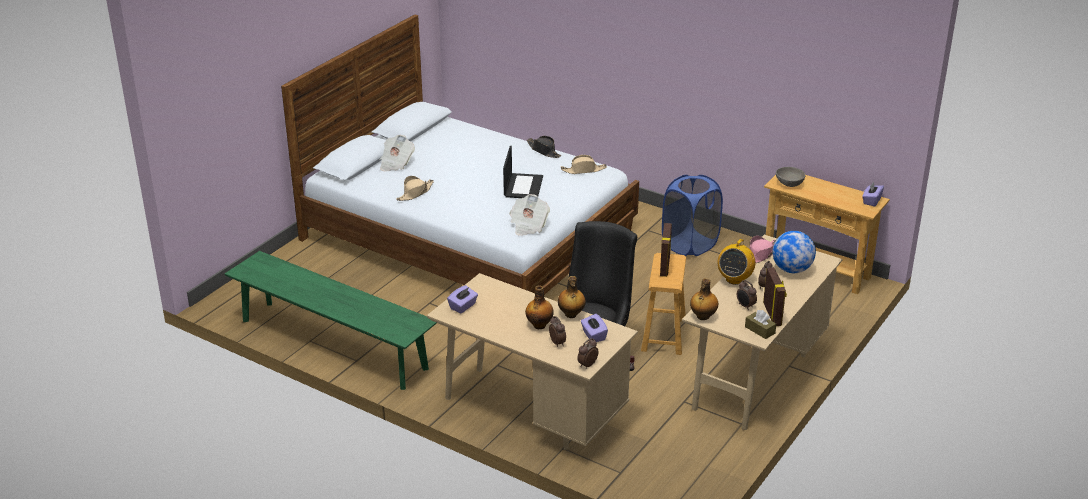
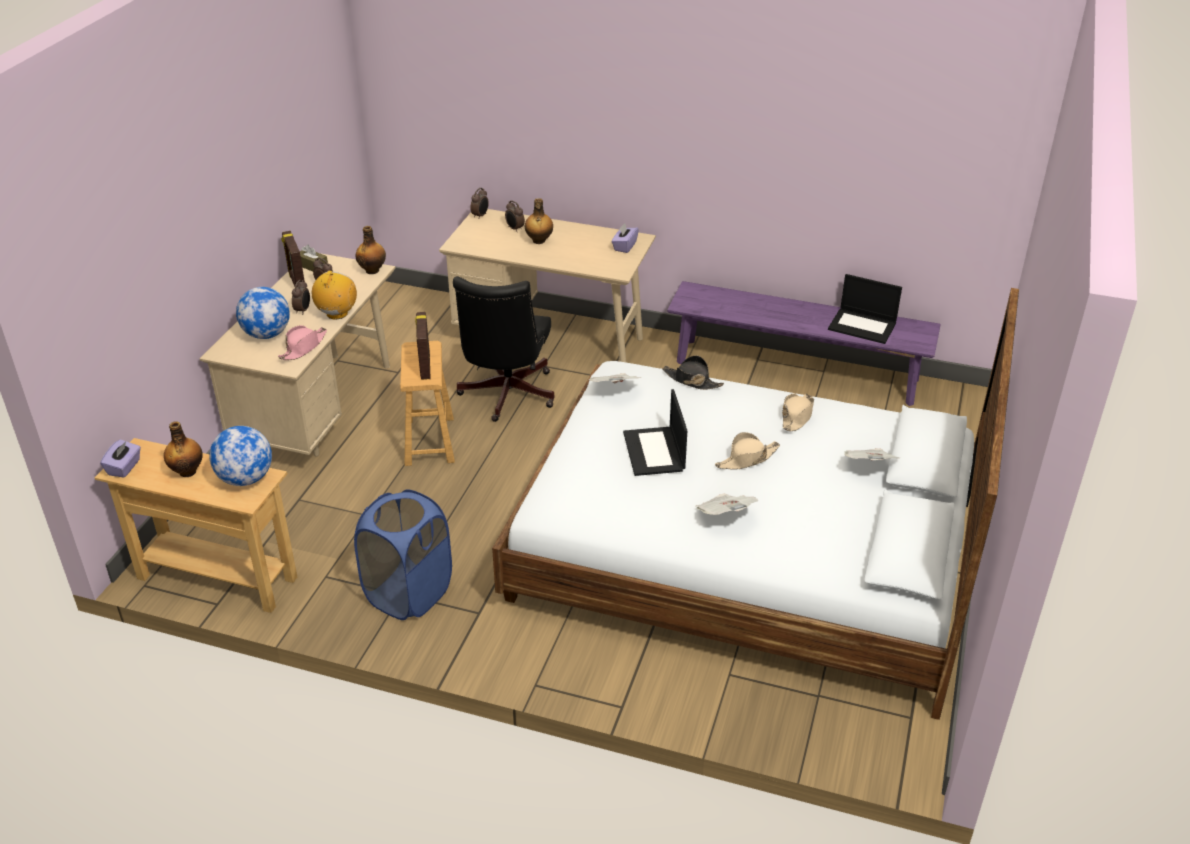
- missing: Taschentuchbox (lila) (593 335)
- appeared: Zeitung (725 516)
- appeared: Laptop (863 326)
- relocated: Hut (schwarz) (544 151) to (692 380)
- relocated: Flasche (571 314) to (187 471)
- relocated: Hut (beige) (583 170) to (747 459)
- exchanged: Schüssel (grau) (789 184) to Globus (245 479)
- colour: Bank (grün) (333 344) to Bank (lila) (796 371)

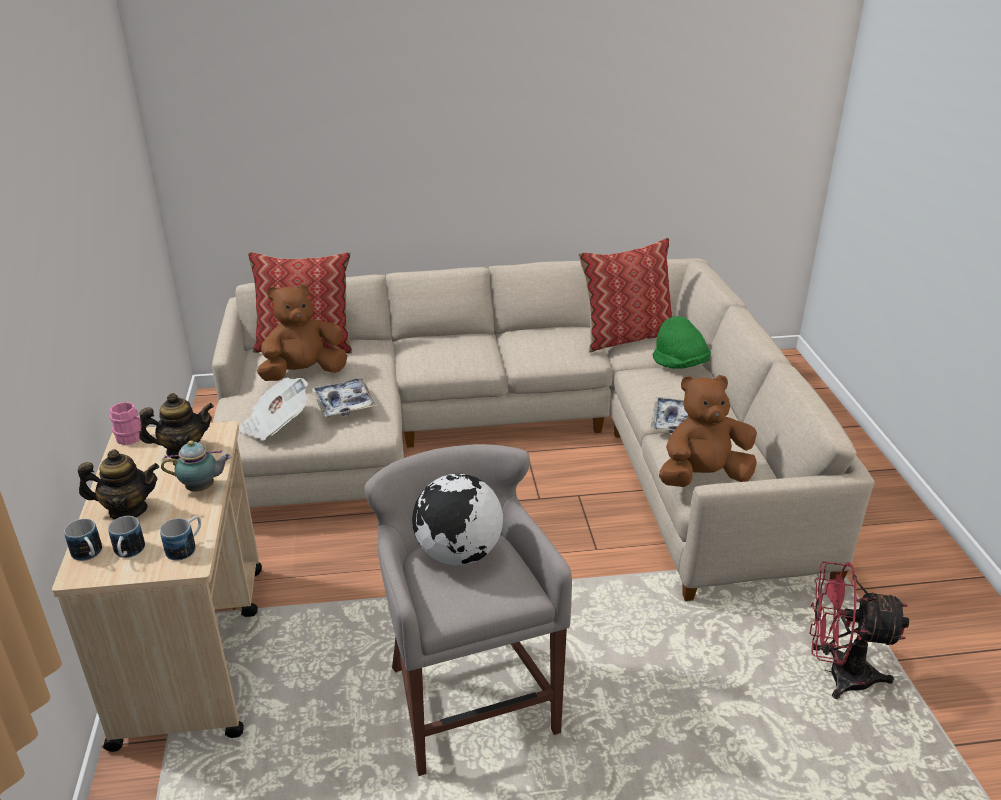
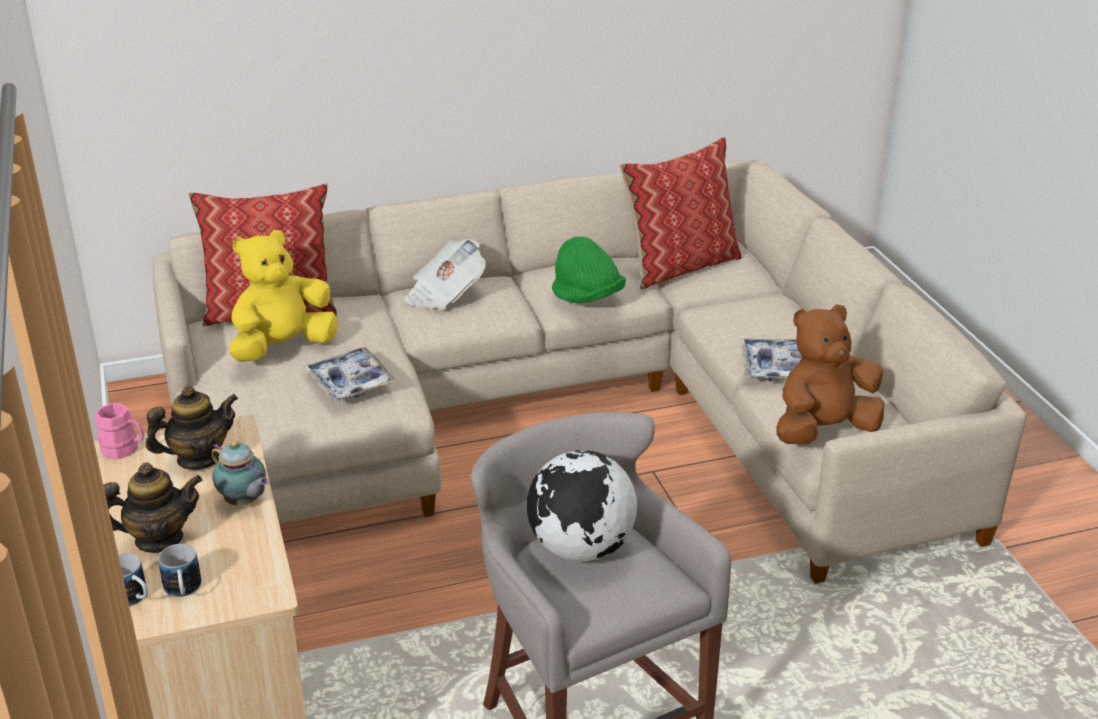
- missing: Henkelbecher (186 547)
- missing: Ventilator (rot) (837 674)
- relocated: Zeitung (276 425) to (444 294)
- relocated: Hut (grün) (680 365) to (587 297)
- colour: Plüschtier (braun) (303 373) to Plüschtier (gelb) (283 348)
- spun: Teekanne (202 488) = (244 502) 60 degrees clockwise

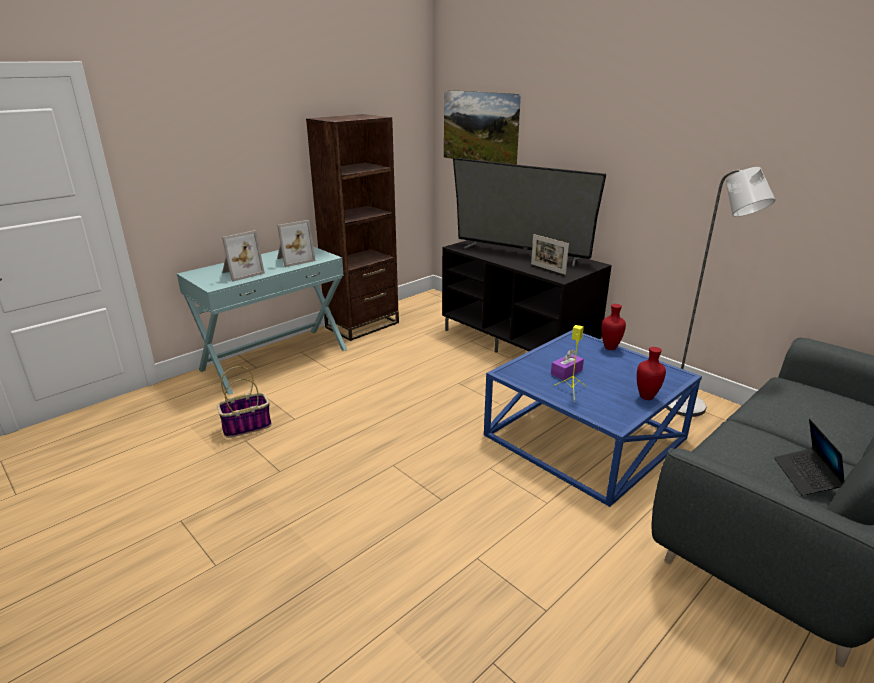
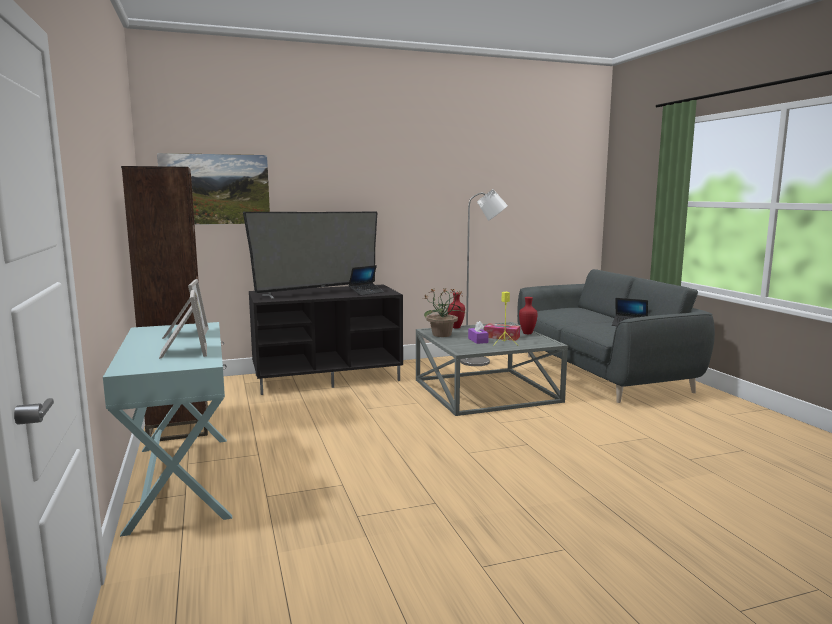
- missing: Korb (247 426)
- appeared: Topfpflanze (442 335)
- appeared: Taschentuchbox (501 337)
- exchanged: Bilderrahmen (548 269) to Laptop (366 292)
- colour: Couchtisch (blau) (585 437) to Couchtisch (grau) (486 390)

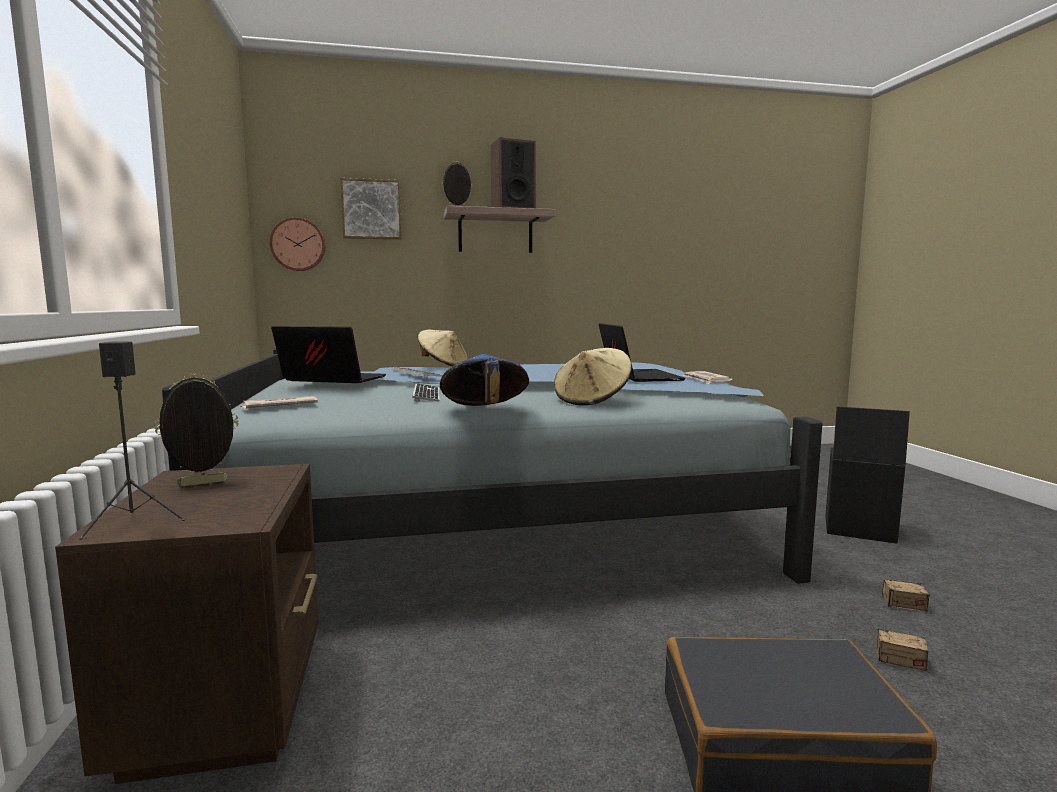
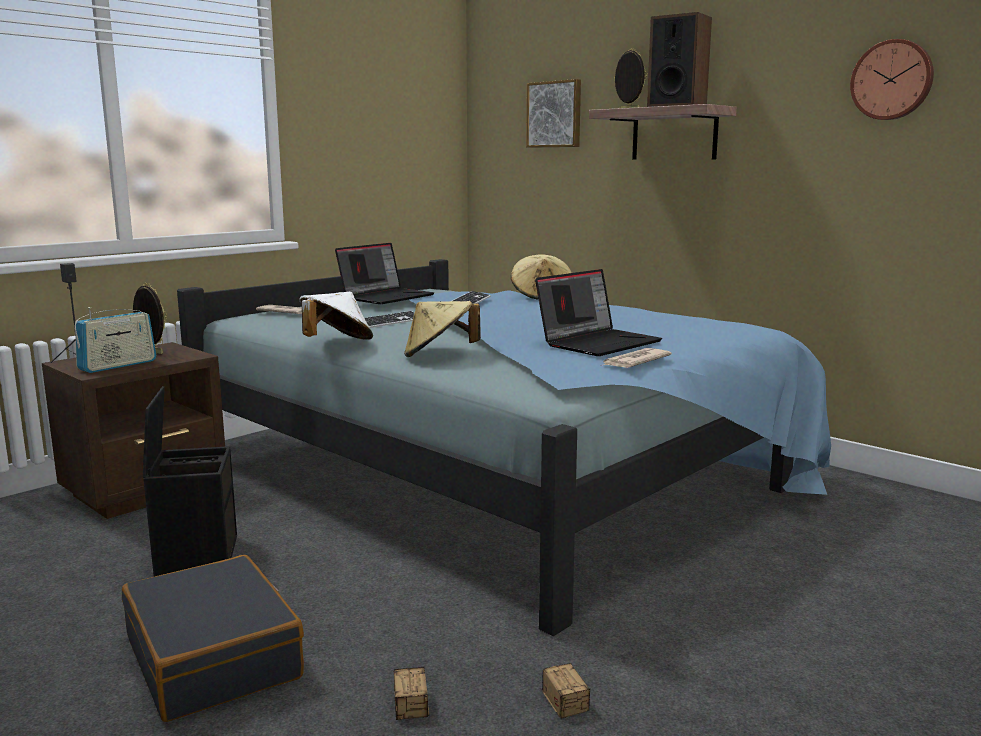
- appeared: Radio (118 365)
- relocated: Wanduhr (298 244) to (892 80)
- relocated: Aufbewahrungsbox (schwarz) (857 529) to (196 554)
- colour: Hut (blau) (484 411) to Hut (weiß) (336 343)
- spun: Laptop (330 380) = (386 297) 60 degrees clockwise

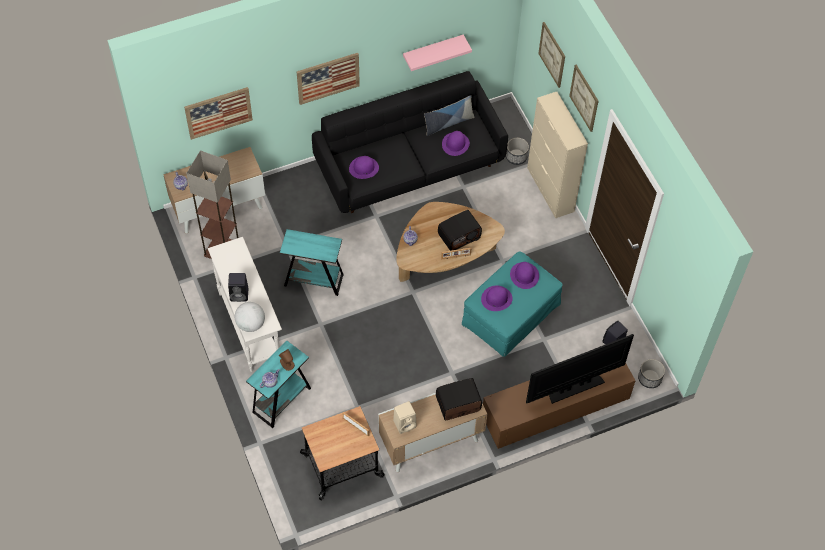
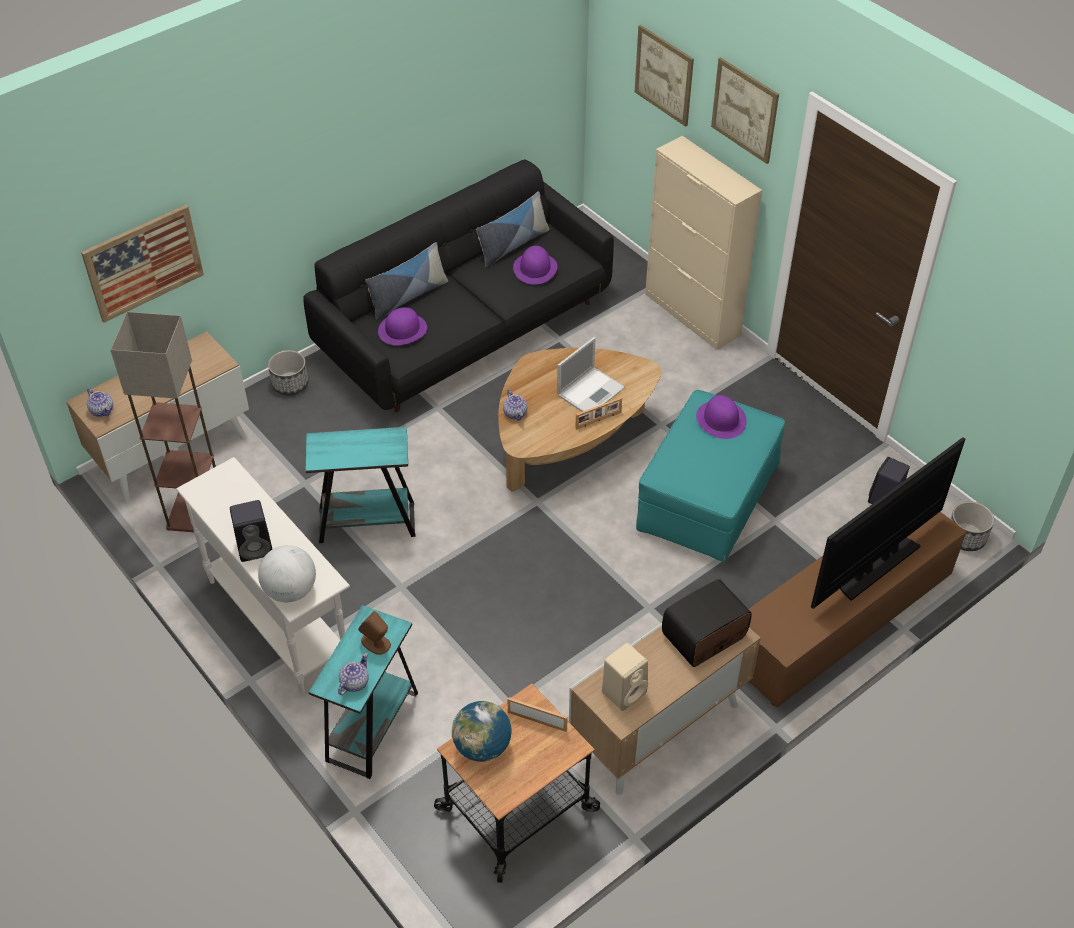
- missing: Bild (328 78)
- missing: Wandregal (rosa) (433 50)
- missing: Hut (lila) (496 299)
- appeared: Kissen (408 297)
- appeared: Globus (482 746)
- relocated: Pflanzkübel (516 156) to (290 384)
- exchanged: Radio (459 236) to Laptop (591 391)

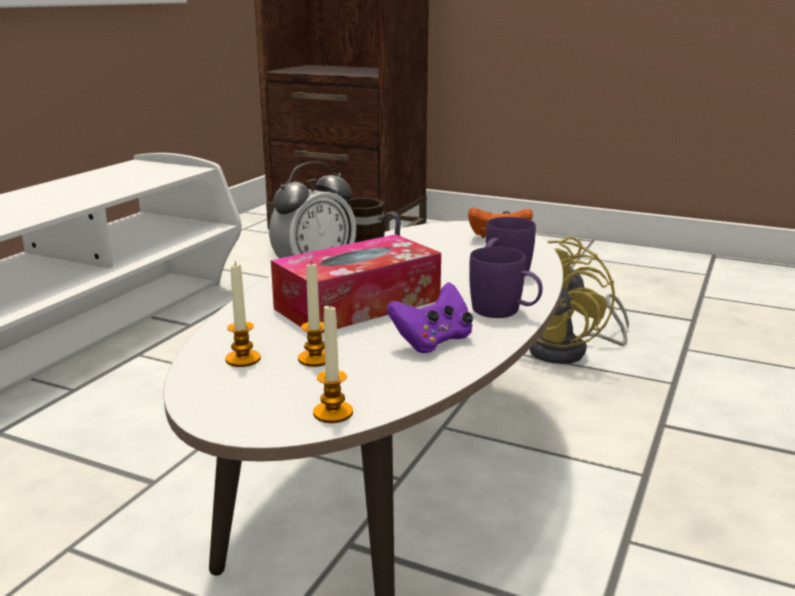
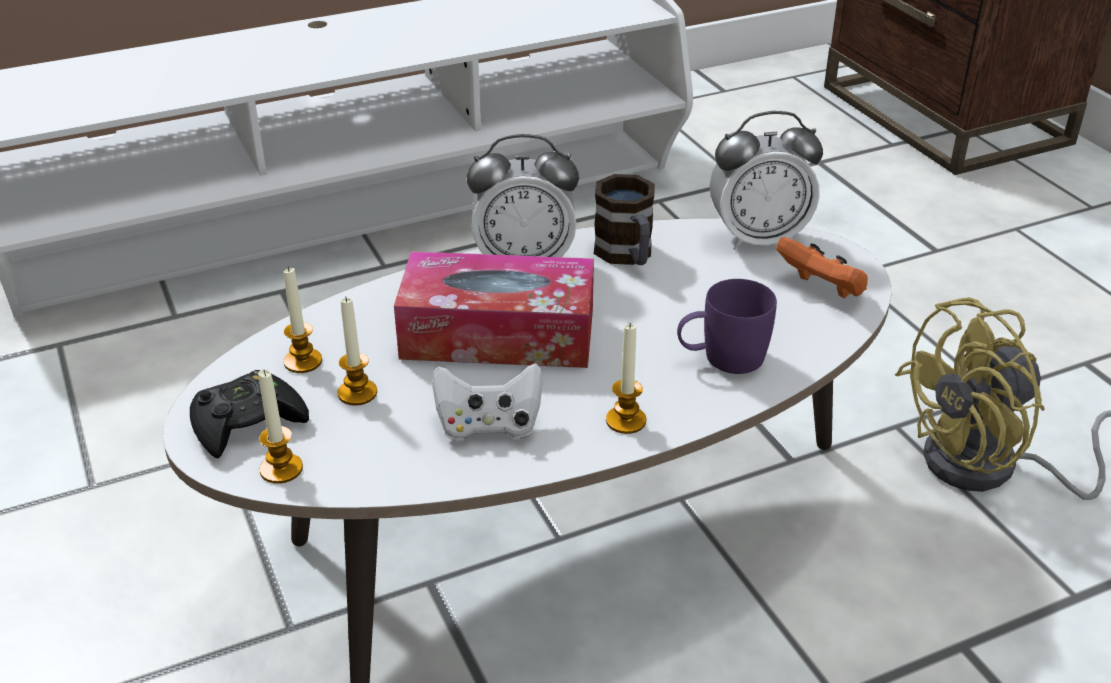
- appeared: Gamepad (schwarz) (247 423)
- appeared: Wecker (758 238)
- exchanged: Henkelbecher (lila) (504 312) to Kerze (626 421)
- colour: Gamepad (lila) (433 341) to Gamepad (weiß) (489 426)

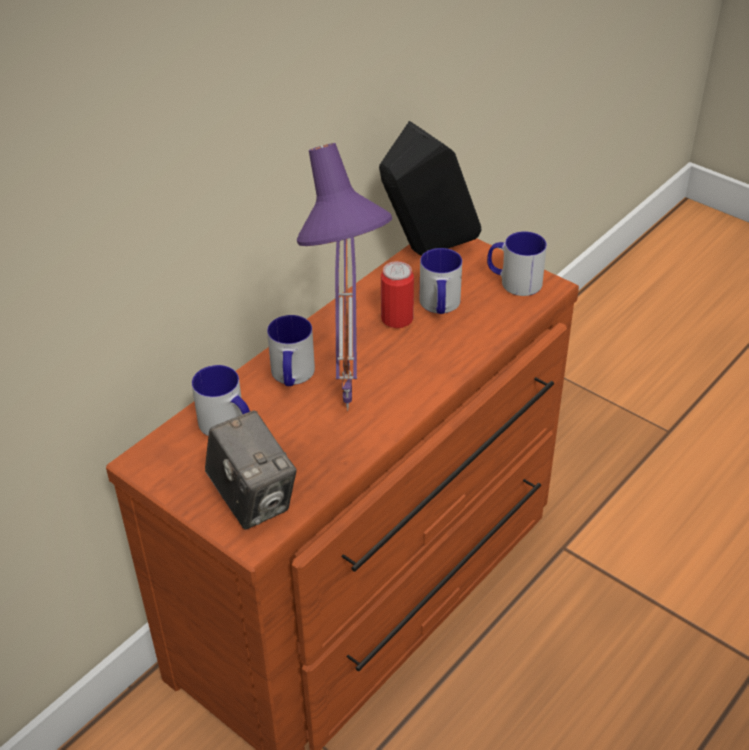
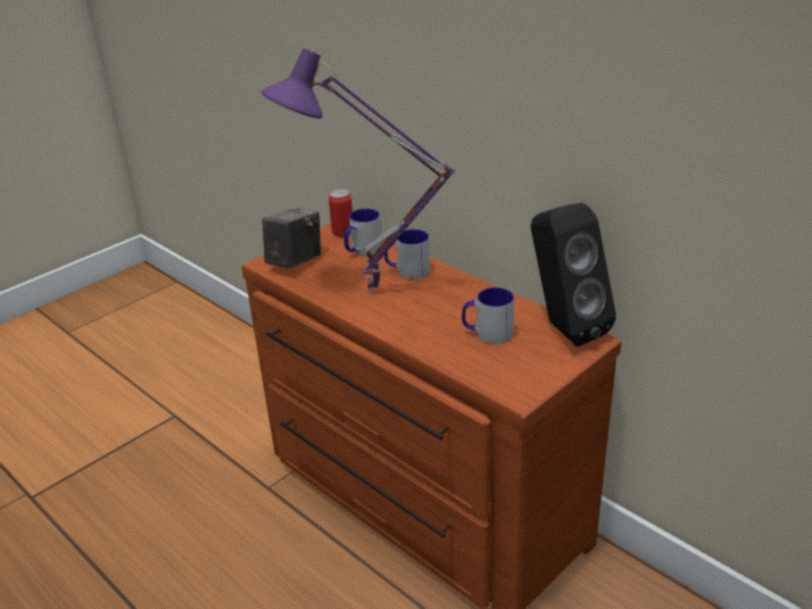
- missing: Henkelbecher (513 281)
- relocated: Dose (397 319) to (343 232)
- spun: Kamera (253 499) = (295 261) 150 degrees clockwise

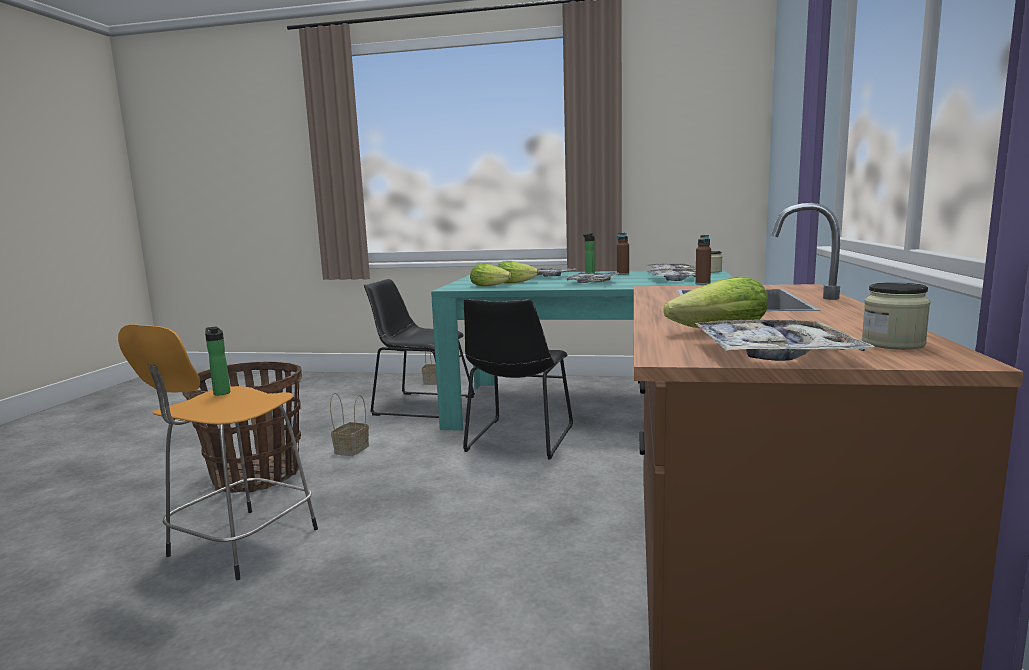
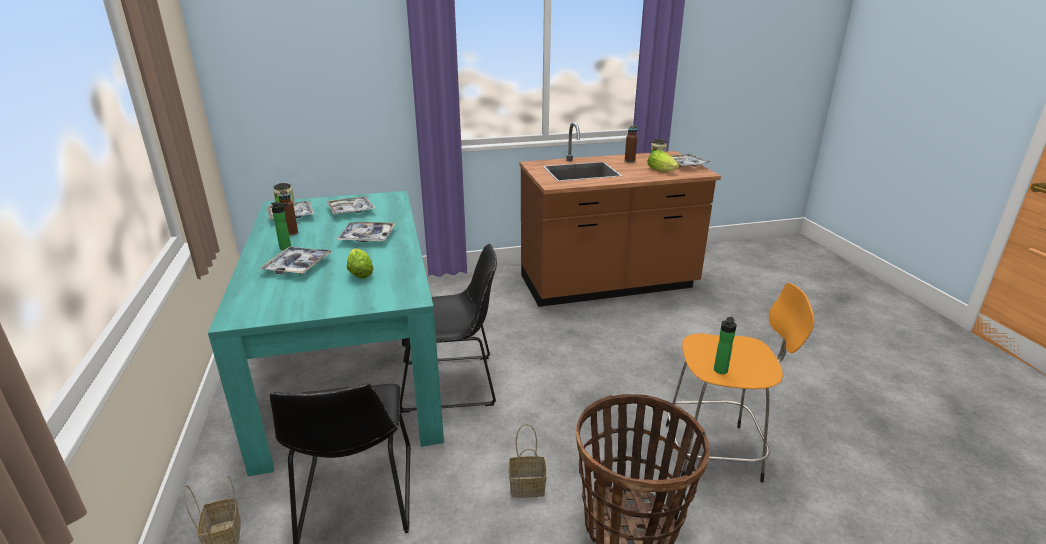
- missing: Salatkopf (491 286)
- relocated: Flasche (braun) (702 284) to (629 161)

